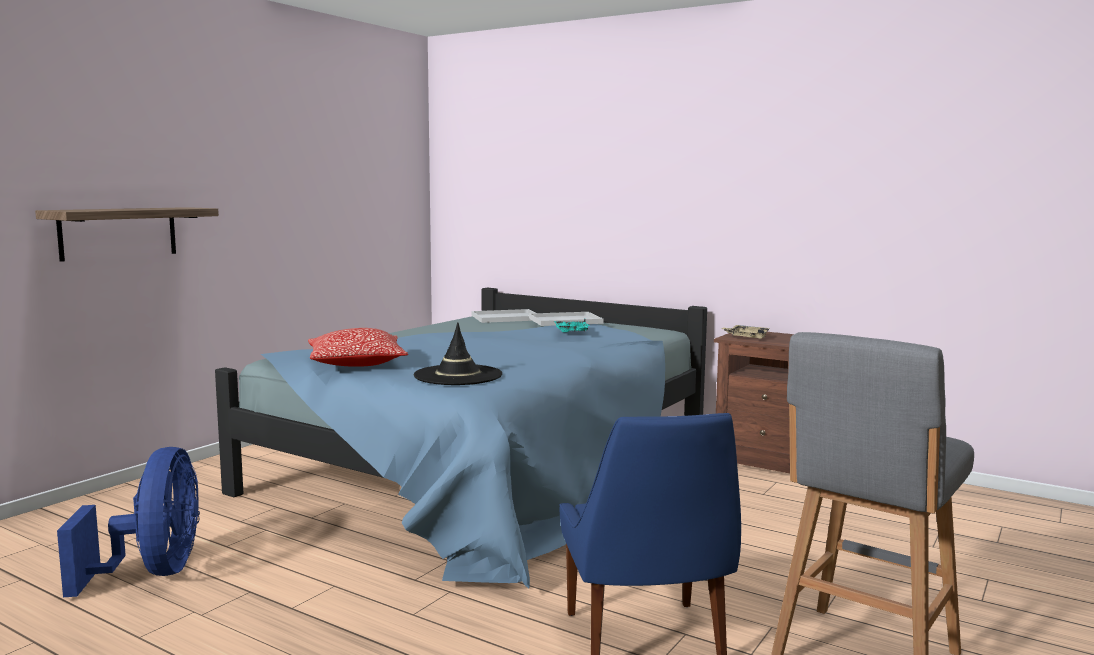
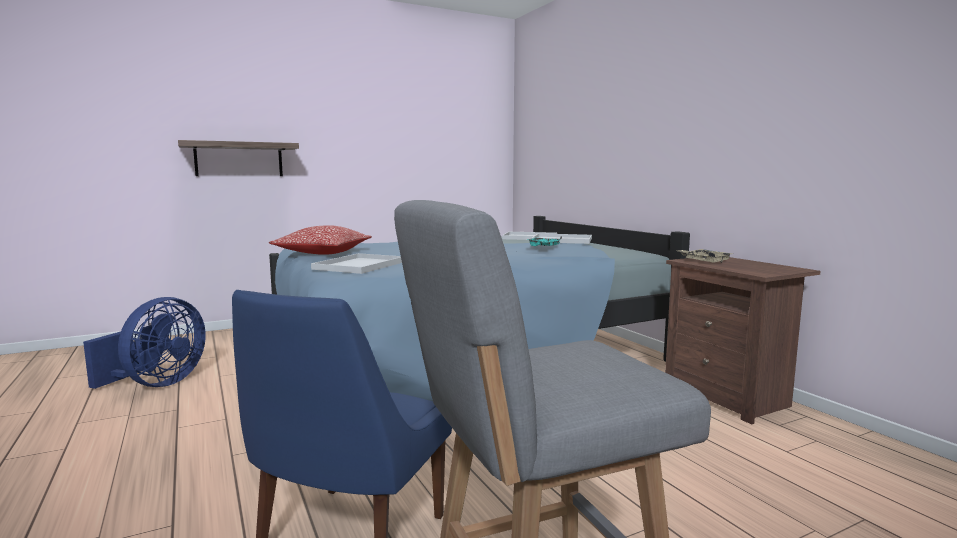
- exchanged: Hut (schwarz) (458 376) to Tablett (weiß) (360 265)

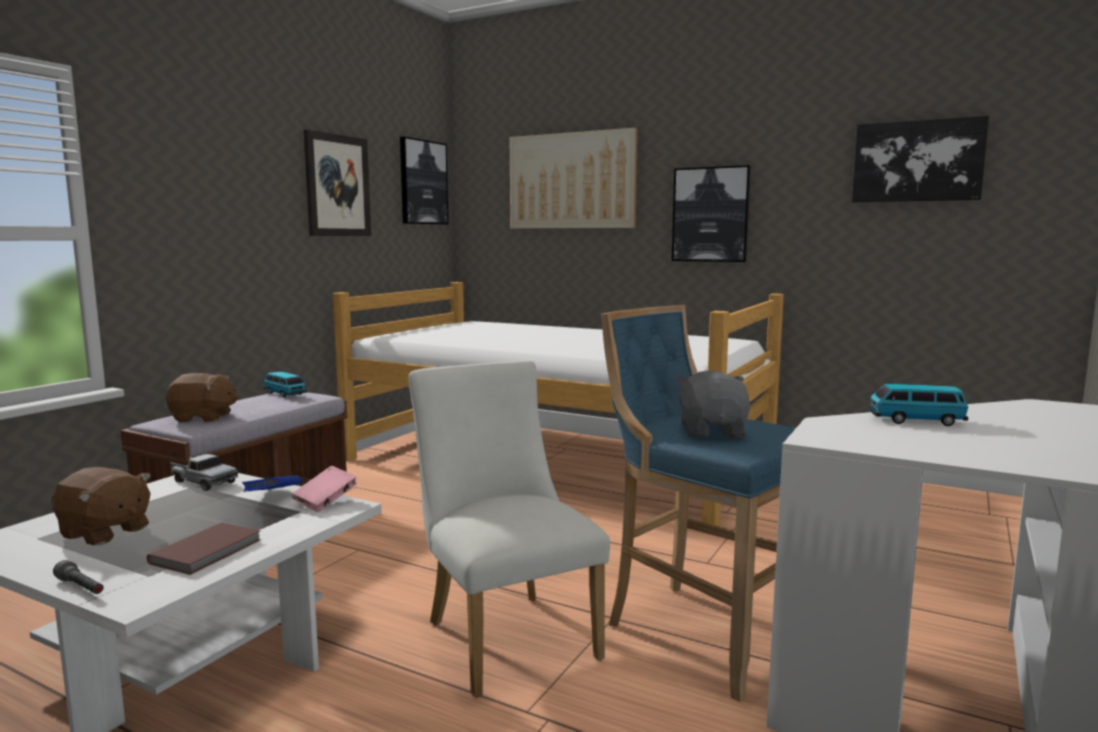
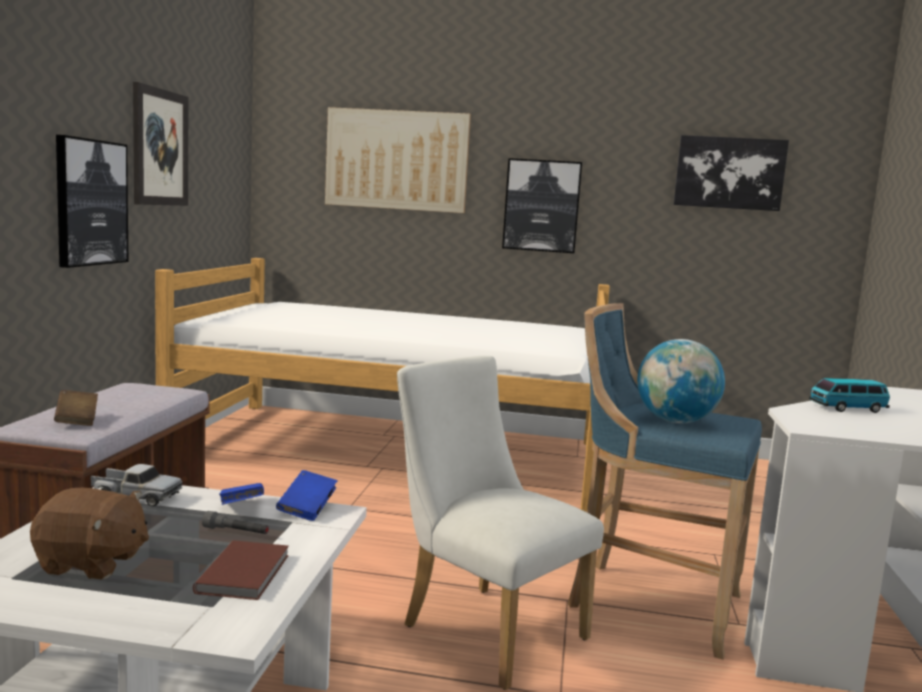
- missing: Spielzeugauto (285 394)
- relocated: Taschenlampe (grau) (81 587) to (236 532)
- relocated: Bild (423 182) to (91 202)
- exchanged: Plüschtier (braun) (203 418) to Buch (braun) (77 420)
- exchanged: Plüschtier (grau) (712 432) to Globus (676 421)
- colour: Buch (rosa) (325 502) to Buch (blau) (307 509)

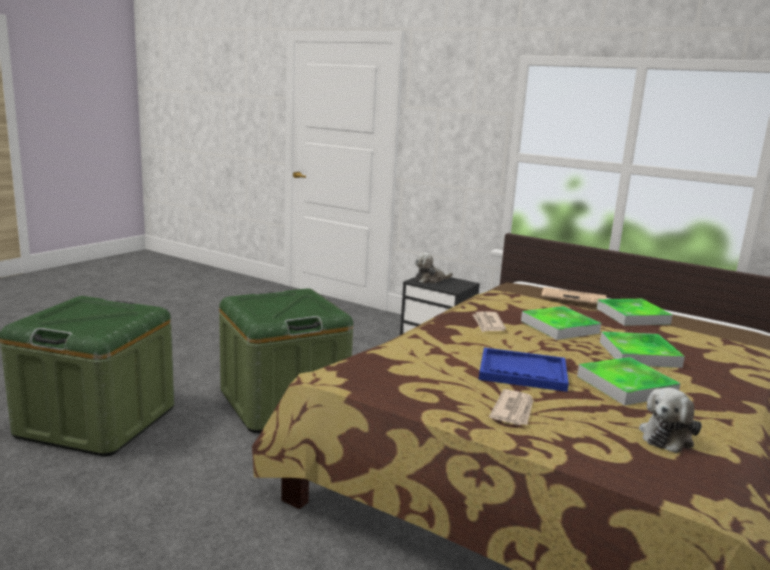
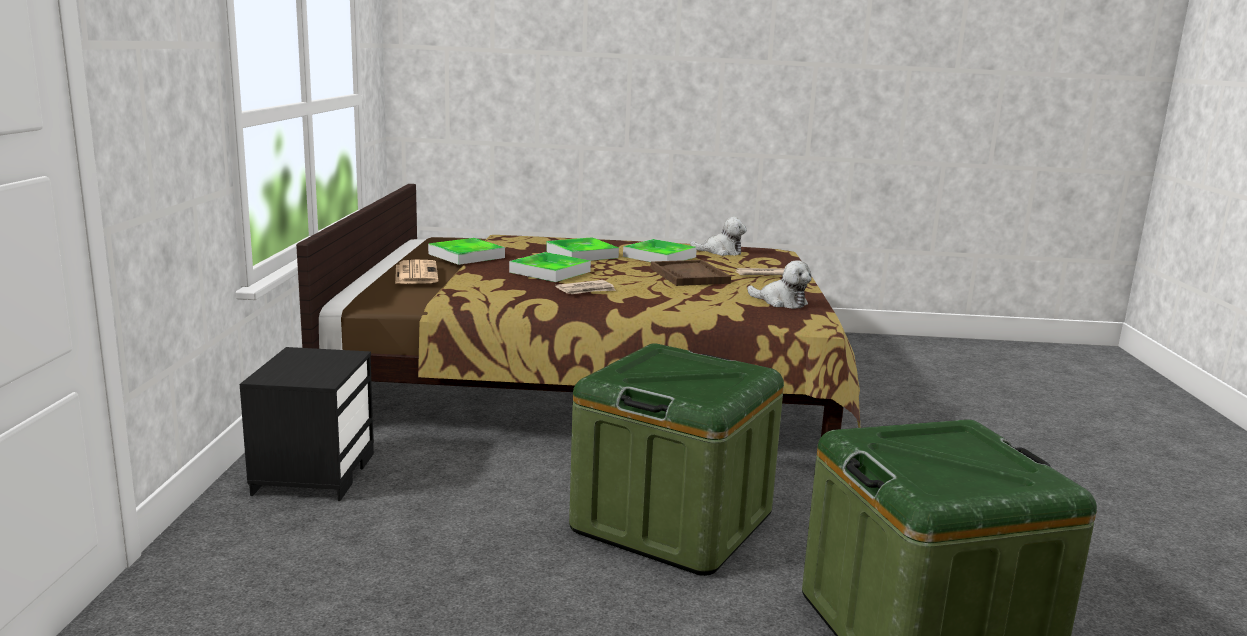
- relocated: Plüschtier (430 280) to (781 302)
- colour: Tablett (blau) (522 372) to Tablett (braun) (689 275)

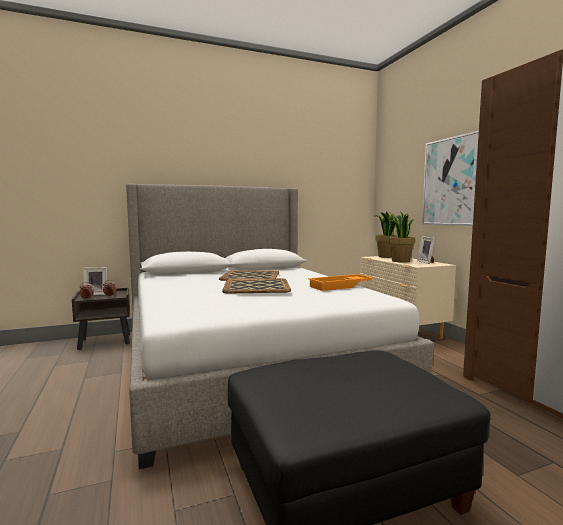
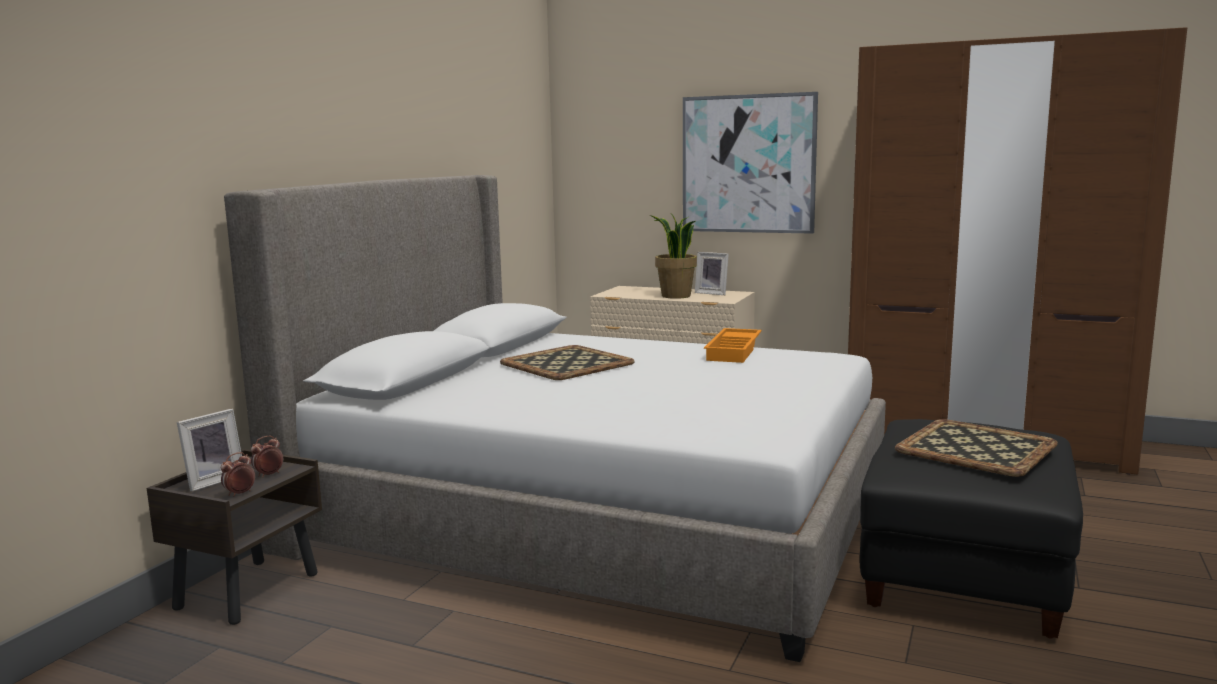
- missing: Topfpflanze (386 257)
- relocated: Tablett (257 286) to (977 448)

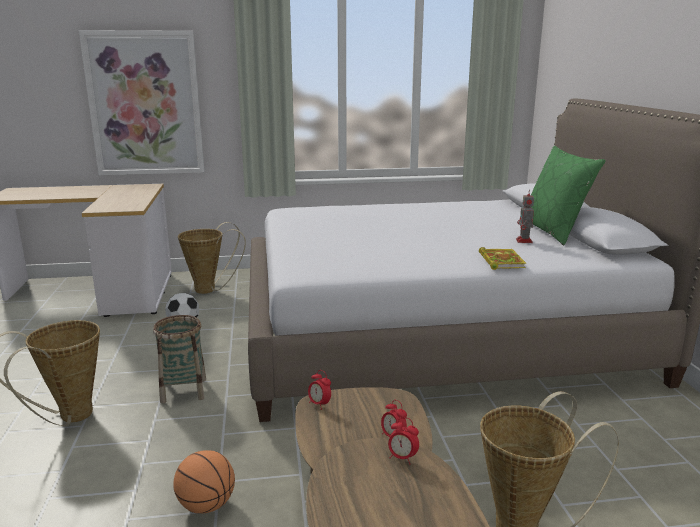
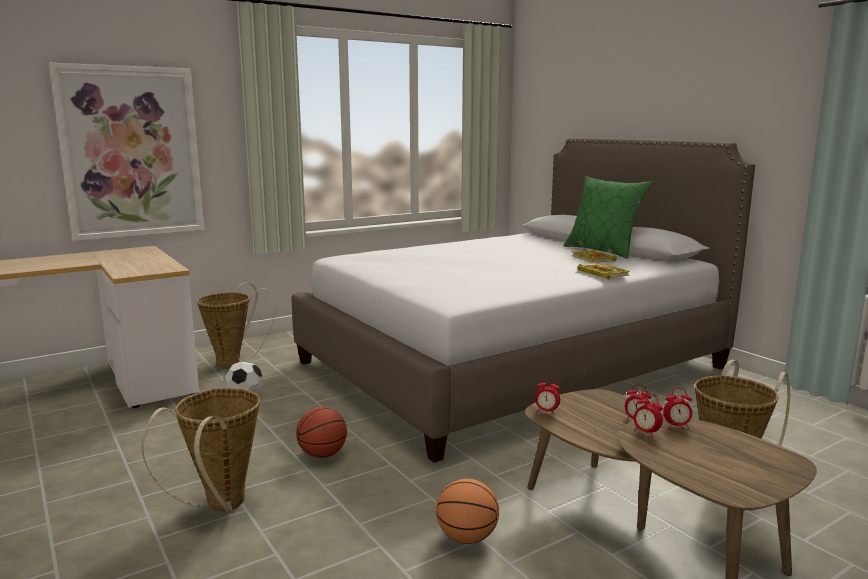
- appeared: Wecker (646 433)
- exchanged: Korb (184 390) to Basketball (322 455)
- exchanged: Spielzeugroboter (524 241) to Buch (594 259)

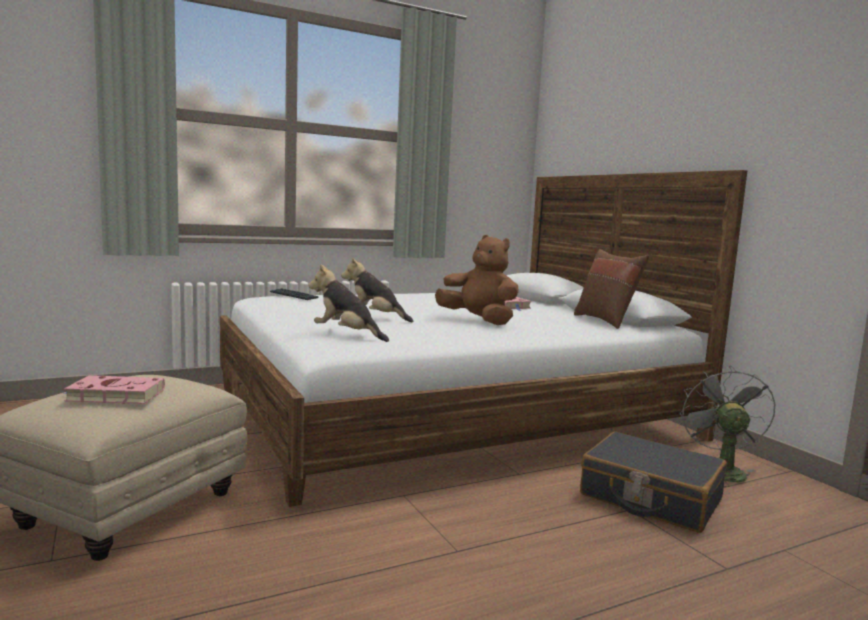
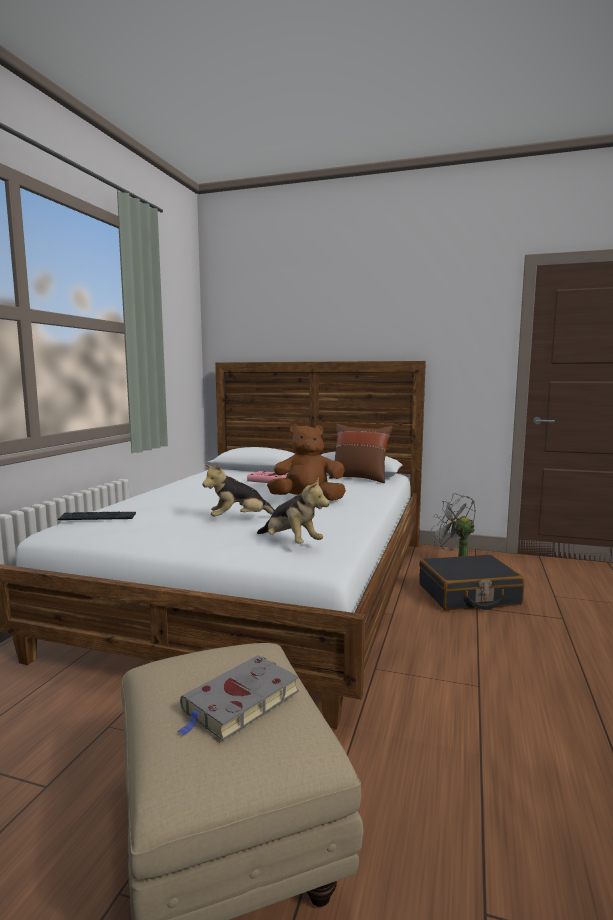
- colour: Buch (rosa) (113 395) to Buch (grau) (239 703)
- spun: Plüschtier (346 335) = (291 543) 120 degrees counterclockwise

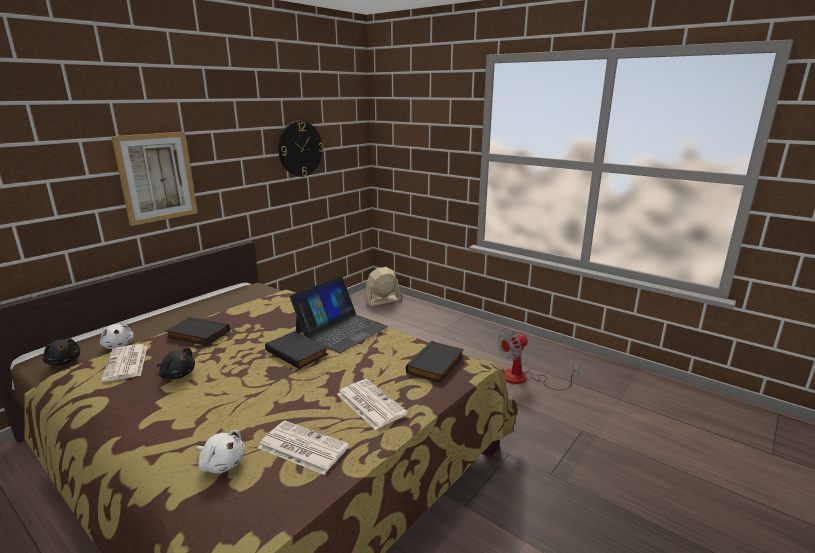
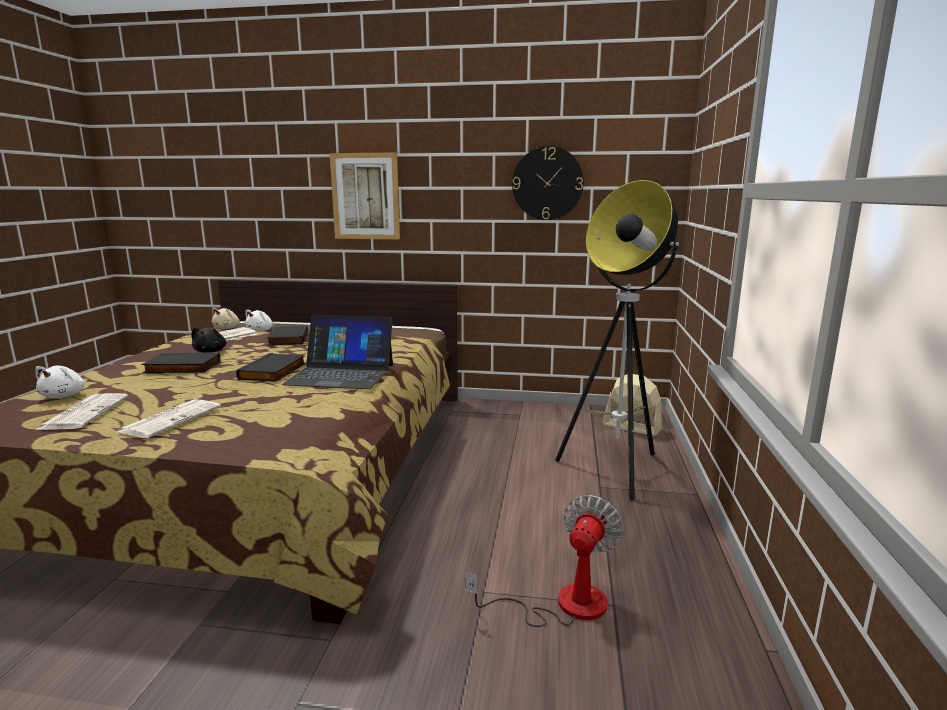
- appeared: Stehlampe (616 470)
- relocated: Buch (schwarz) (436 365) to (181 367)
- colour: Plüschtier (schwarz) (64 362) to Plüschtier (beige) (227 328)
- spun: Ventilator (523 379) = (563 604) 90 degrees clockwise

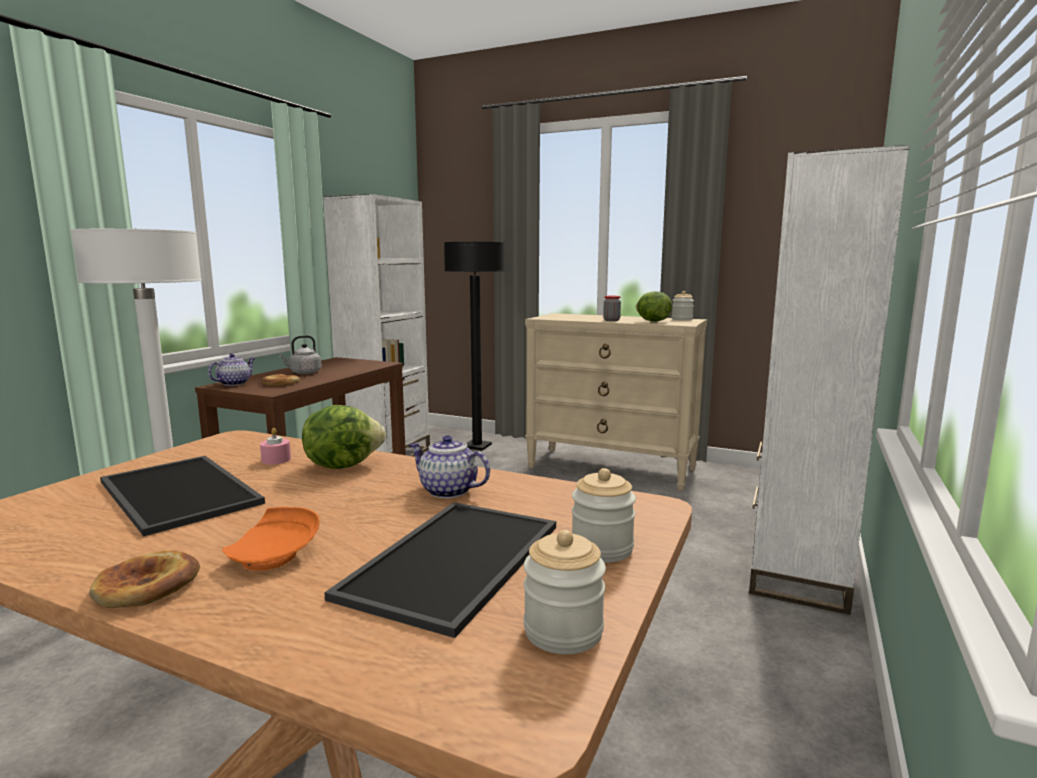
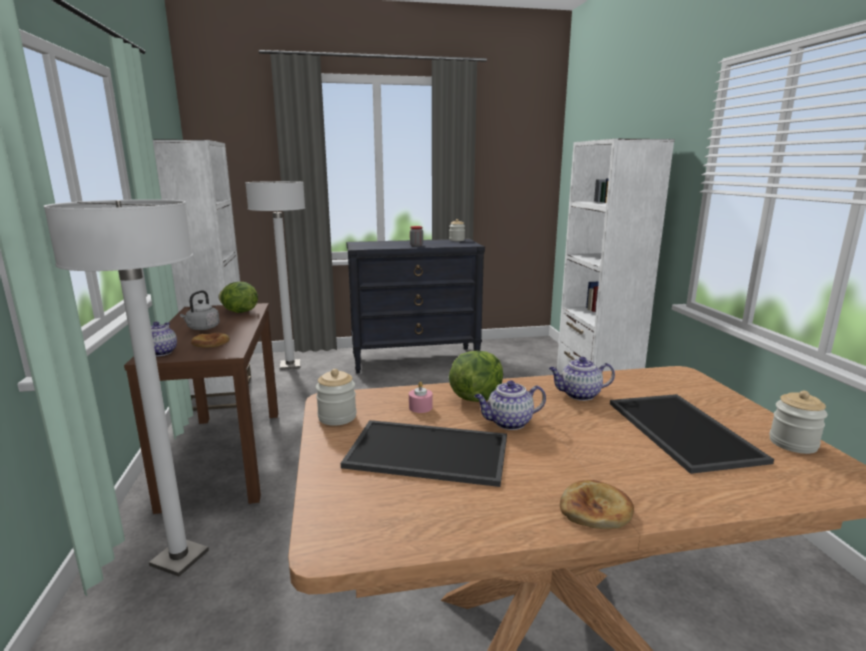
- missing: Teller (orange) (275 555)
- appeared: Teekanne (508 423)
- relocated: Vorratsglas (602 549) to (337 417)
- relocated: Salatkopf (652 321) to (239 312)
- colour: Stehlampe (schwarz) (477 446) to Stehlampe (weiß) (290 365)
- colour: Kommode (beige) (612 468) to Kommode (schwarz) (415 359)

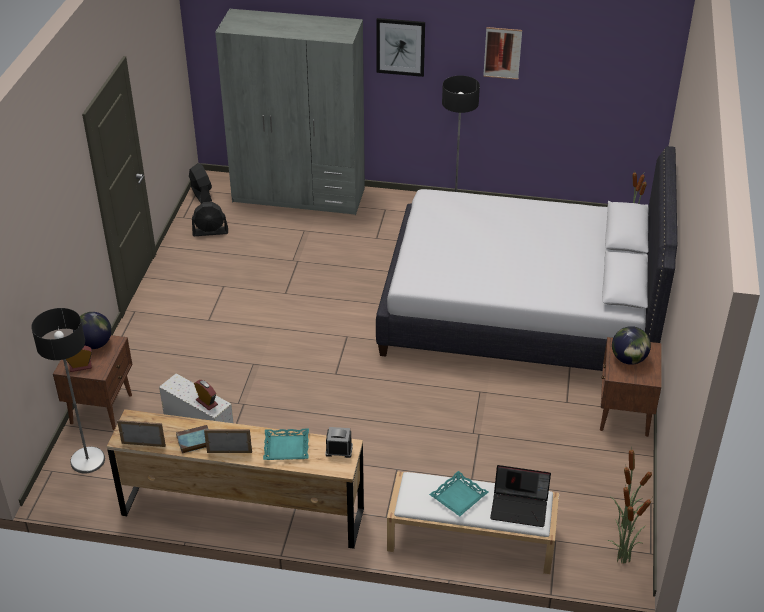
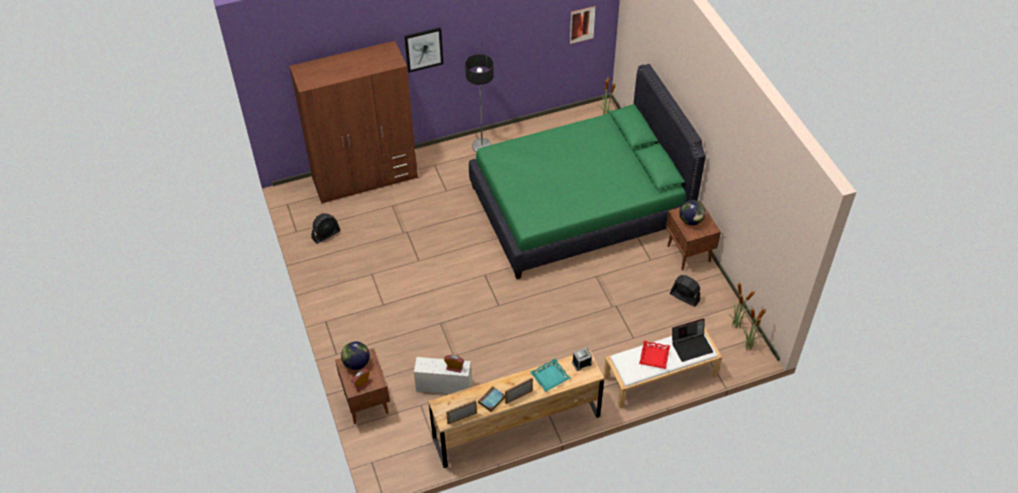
- missing: Stehlampe (88 460)
- relocated: Ventilator (schwarz) (201 194) to (684 297)
- relocated: Bild (502 53) to (582 25)
- colour: Kleiderschrank (grau) (299 195) to Kleiderschrank (braun) (365 178)
- colour: Bett (weiß) (520 311) to Bett (grün) (579 207)
- colour: Tablett (türkis) (459 497) to Tablett (rot) (654 356)

